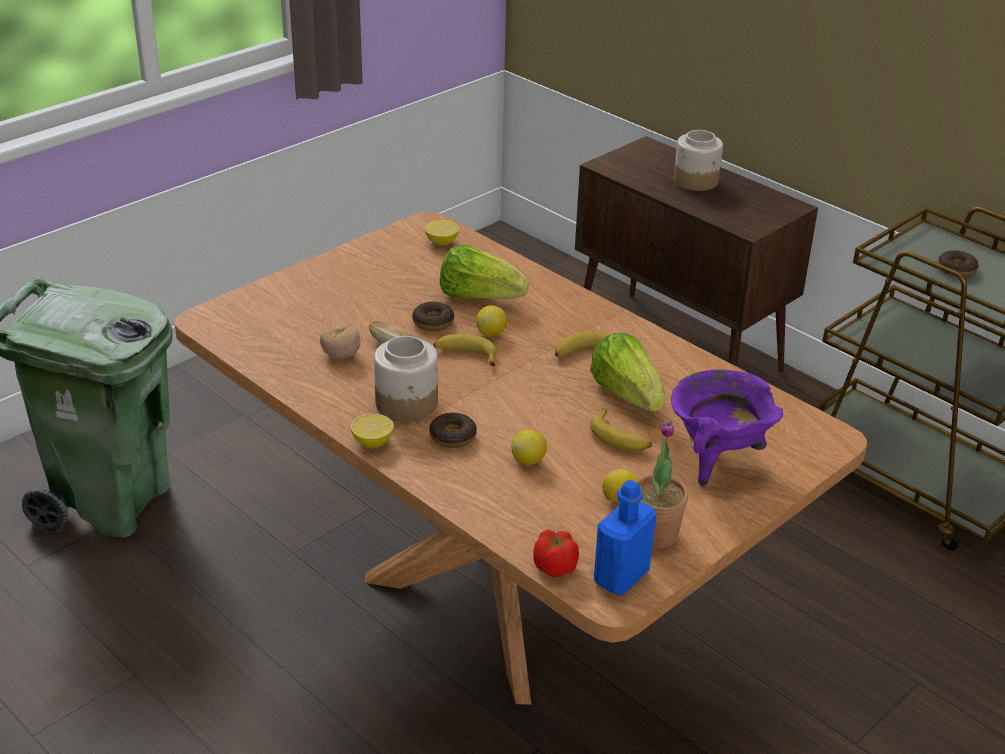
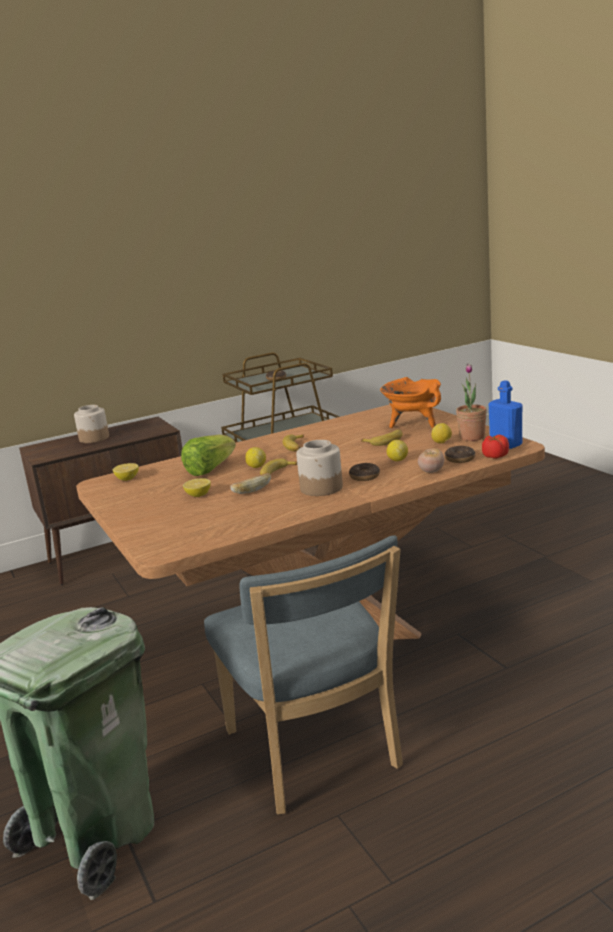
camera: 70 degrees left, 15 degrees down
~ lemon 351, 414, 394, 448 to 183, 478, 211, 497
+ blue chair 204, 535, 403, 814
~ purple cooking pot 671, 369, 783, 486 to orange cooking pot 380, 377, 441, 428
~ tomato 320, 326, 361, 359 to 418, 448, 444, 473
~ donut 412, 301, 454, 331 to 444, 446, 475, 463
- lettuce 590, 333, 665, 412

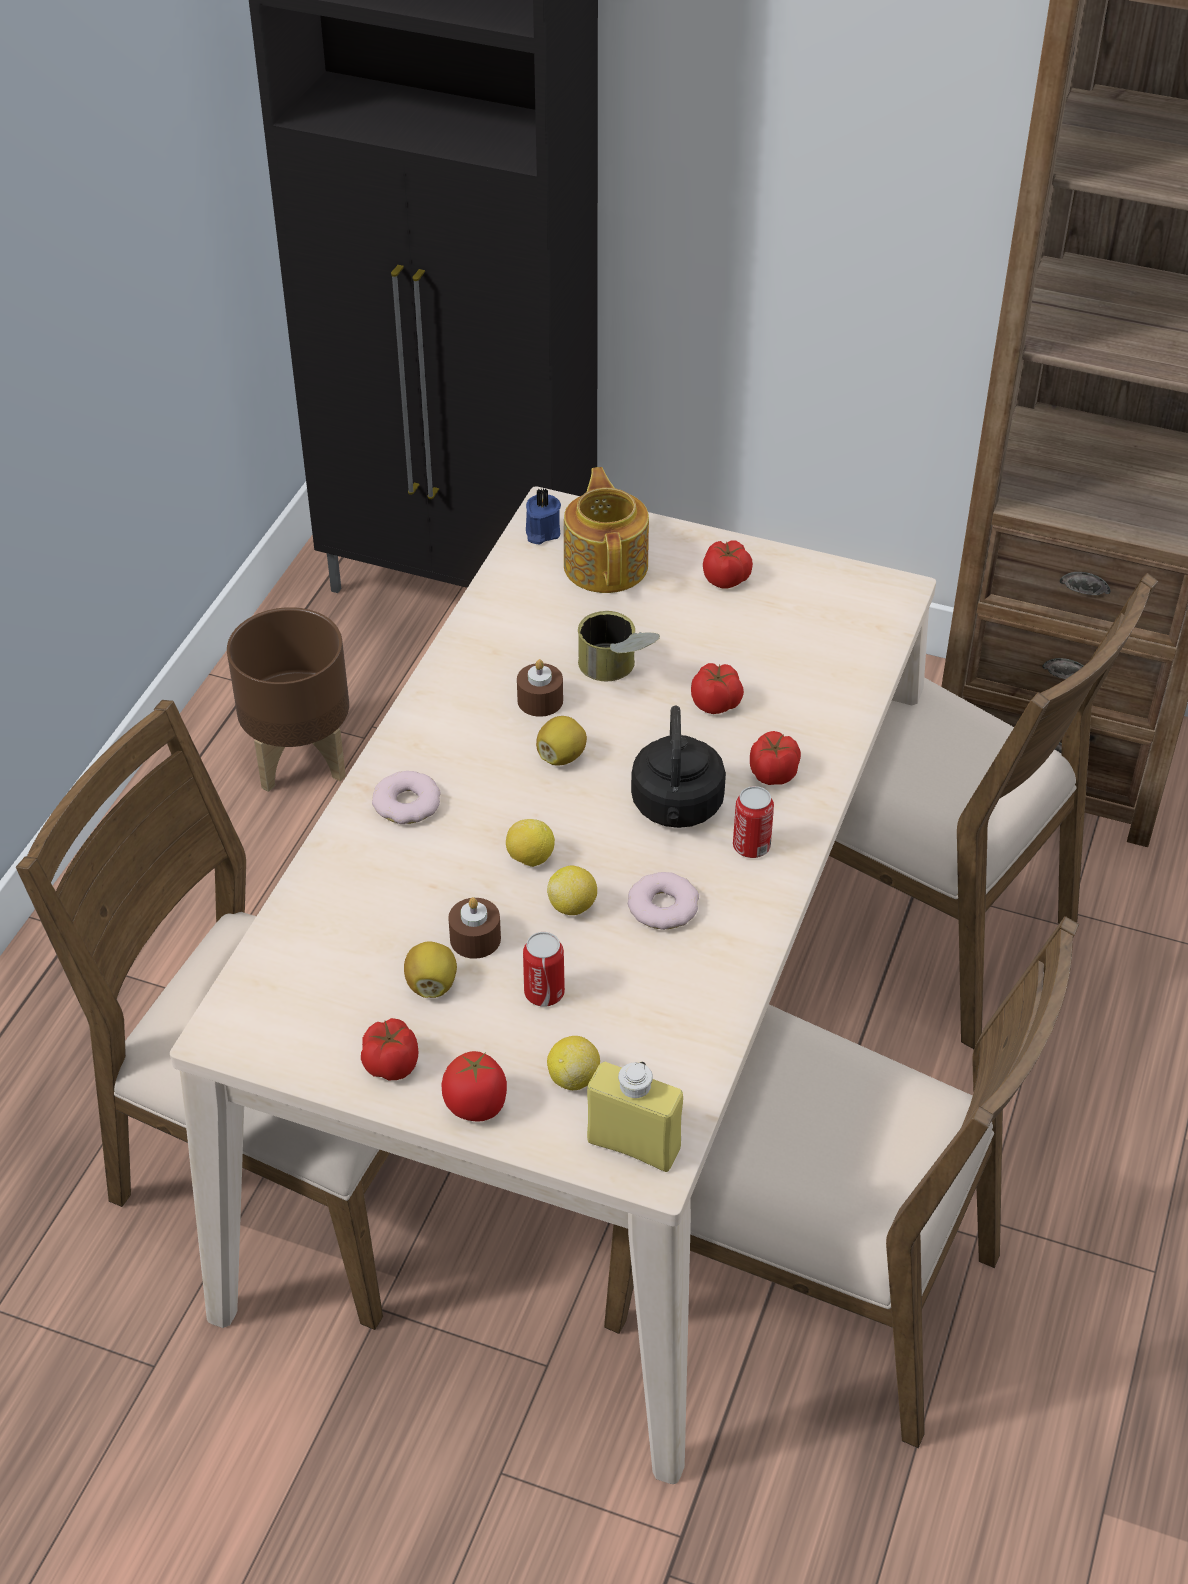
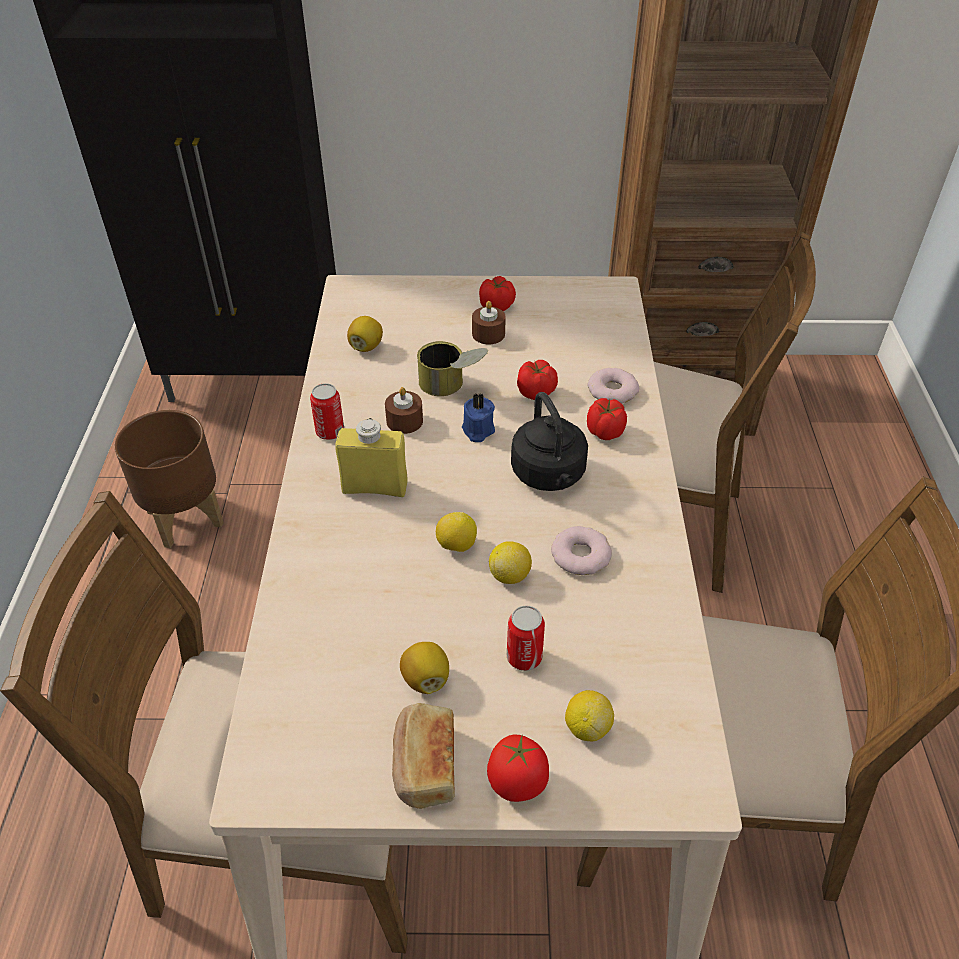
camera: 20 degrees left, 0 degrees up
~ can 733, 786, 774, 858 to 310, 383, 344, 440
~ yellow bottle 587, 1061, 683, 1172 to 335, 418, 408, 497
~ lemon 536, 716, 587, 765 to 347, 316, 383, 352
~ tomato 361, 1018, 418, 1080 to bread 392, 703, 455, 809
~ blue candle 526, 488, 561, 544 to 462, 393, 495, 442
~ brown candle 448, 897, 501, 959 to 472, 301, 506, 344
~ donut 372, 771, 441, 824 to 587, 368, 639, 404
- teapot 564, 467, 649, 593

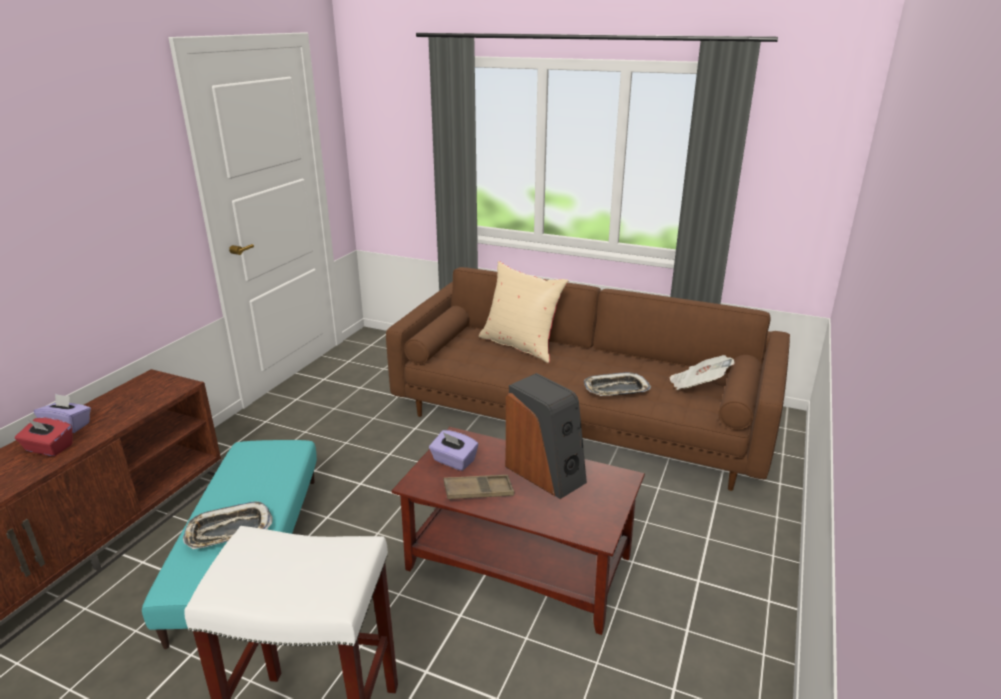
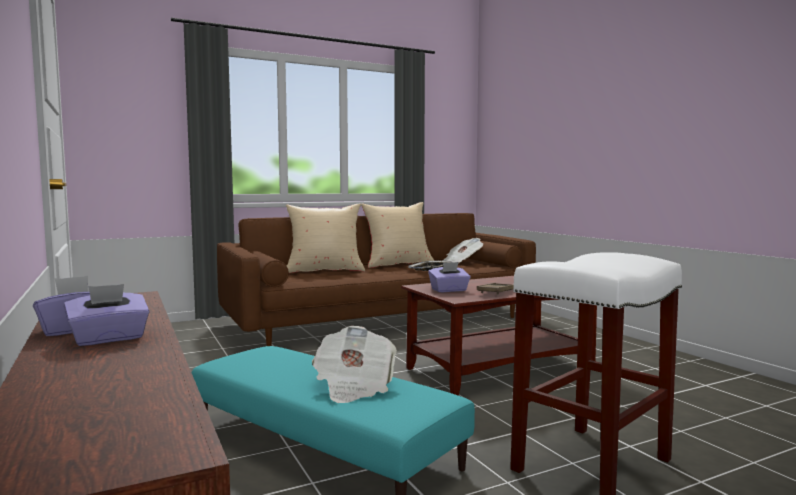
camera: 50 degrees left, 20 degrees down
~ red tissue box 15, 417, 73, 456 to purple tissue box 64, 284, 150, 346
~ tray 183, 501, 272, 549 to newspaper 312, 326, 397, 403
+ beige pillow 361, 202, 434, 268
- speaker 505, 373, 587, 499

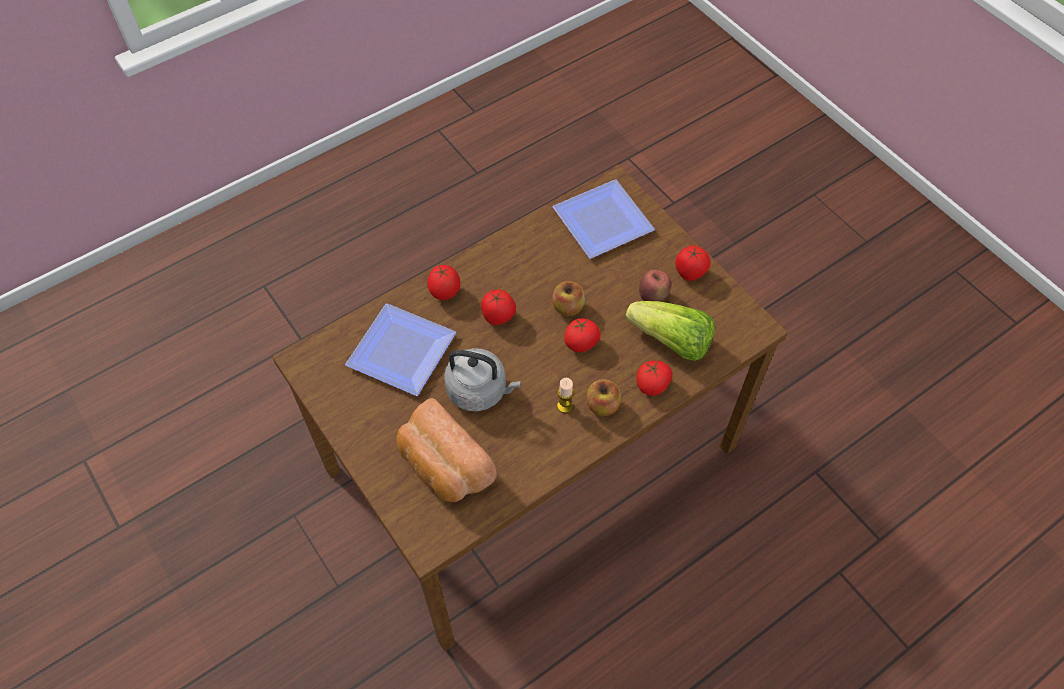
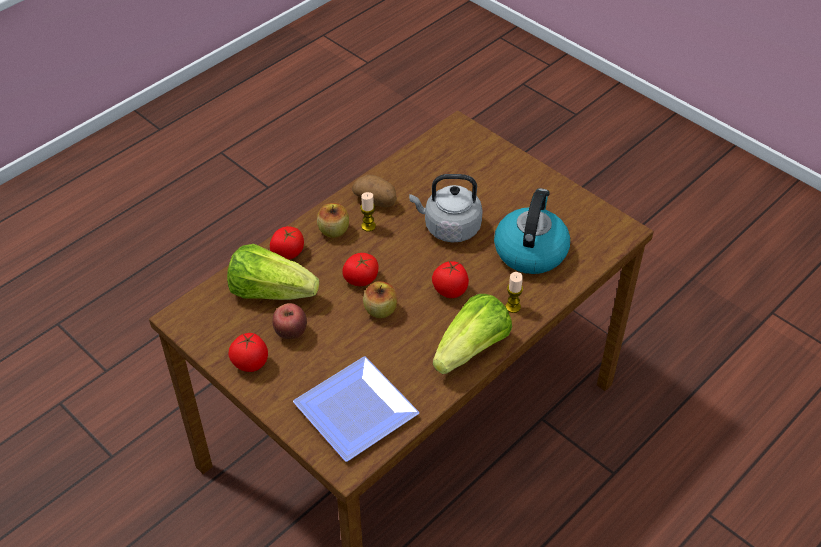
camera: 170 degrees right, 10 degrees down
+ potato 352, 175, 397, 207
+ lettuce 433, 294, 512, 374
~ plate 345, 303, 456, 396 to kettle 494, 188, 570, 274
~ tomato 427, 265, 460, 300 to candle 505, 272, 523, 313
- bread 396, 398, 497, 502

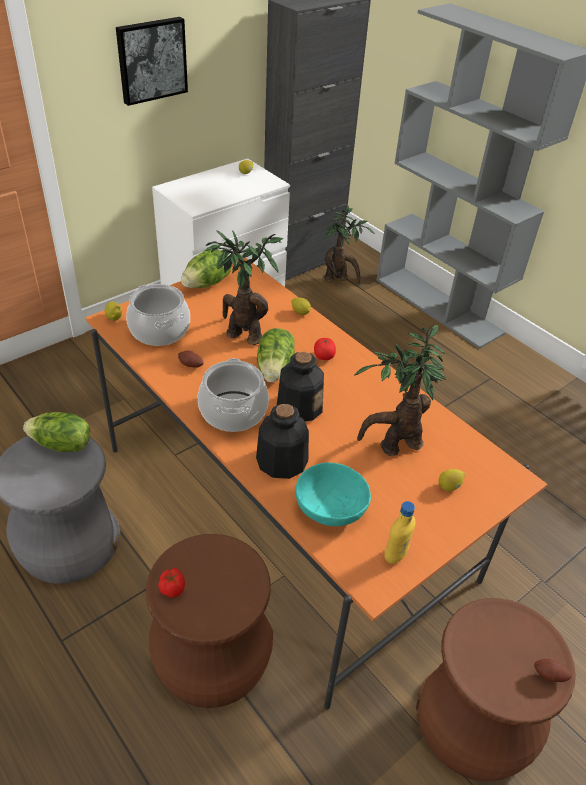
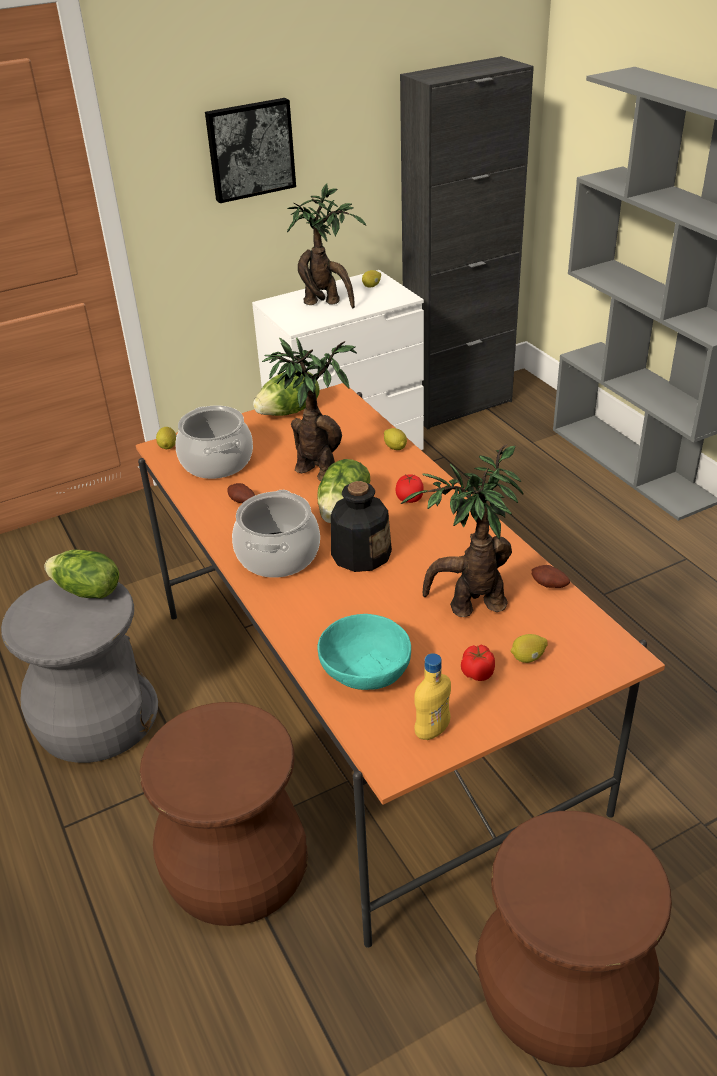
camera: 15 degrees right, 5 degrees down
~ potted plant 323, 206, 375, 284 to 287, 184, 367, 309
~ tomato 158, 568, 185, 598 to 461, 645, 495, 681
~ potato 534, 659, 572, 682 to 531, 565, 570, 588
- bottle 256, 404, 309, 479

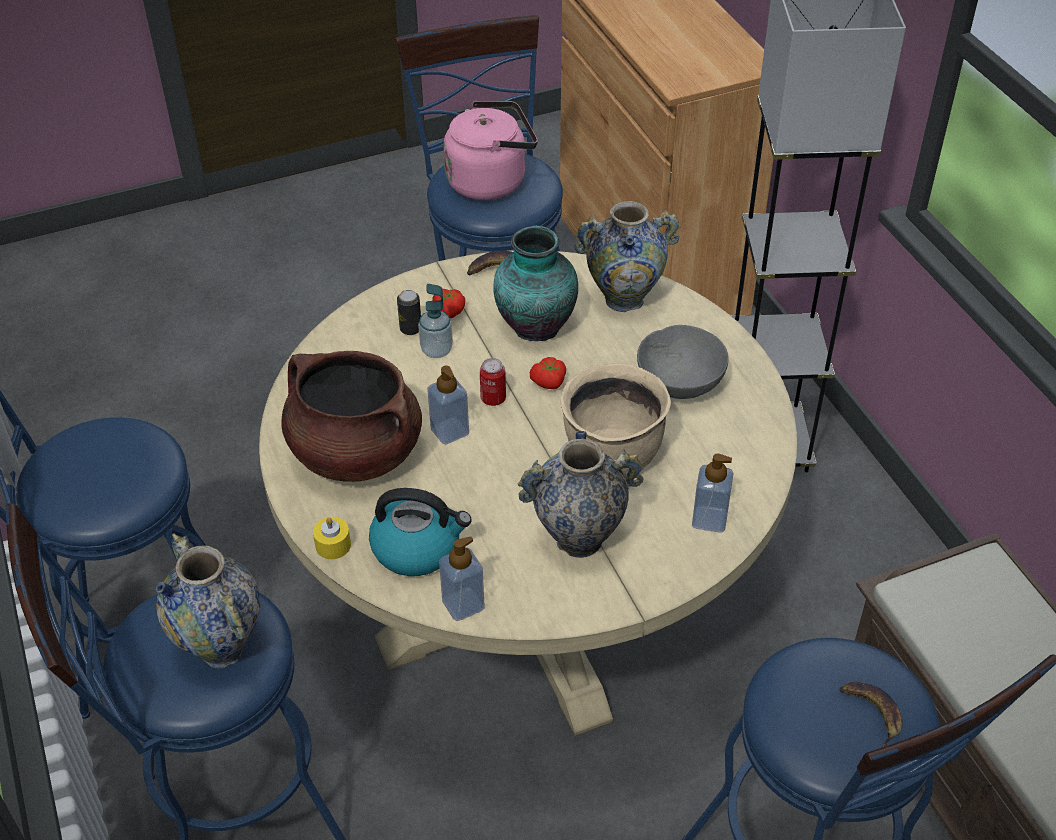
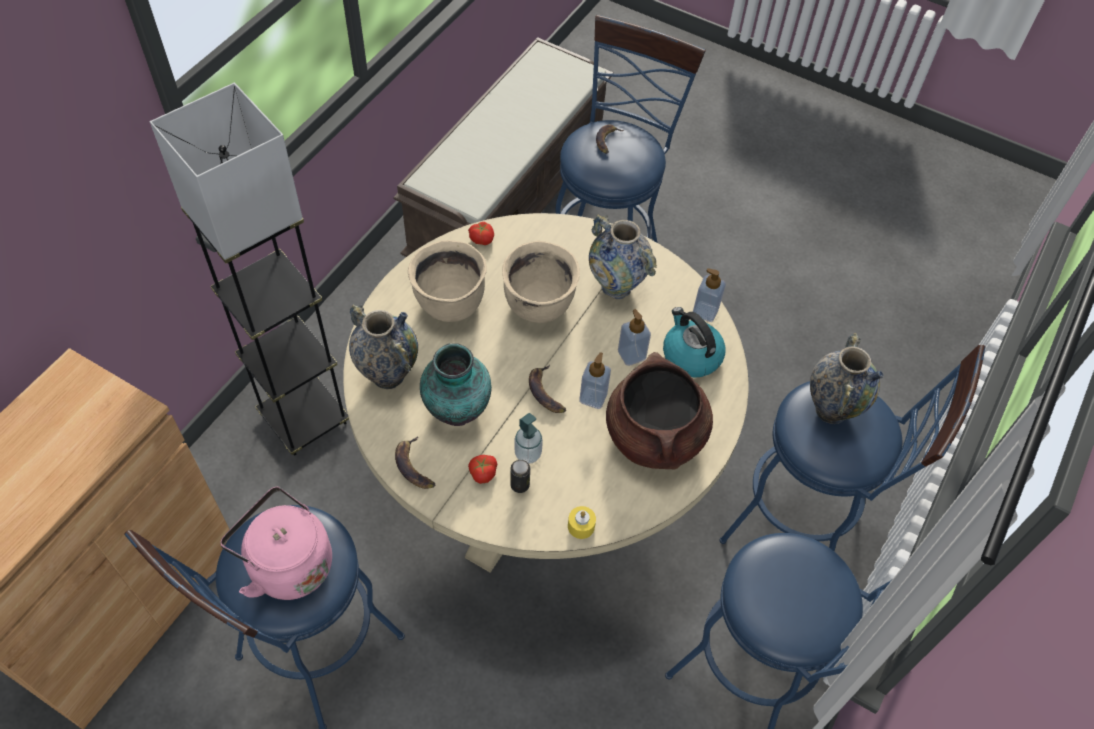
camera: 130 degrees left, 10 degrees up
~ grey bowl 637, 325, 729, 399 to beige cooking pot 408, 240, 487, 322
~ tomato 530, 357, 566, 389 to 468, 222, 494, 245
~ can 480, 358, 506, 406 to banana 529, 365, 566, 413
~ yellow candle 313, 517, 351, 559 to 568, 506, 596, 539
~ soap dispenser 692, 454, 734, 533 to 618, 309, 651, 366

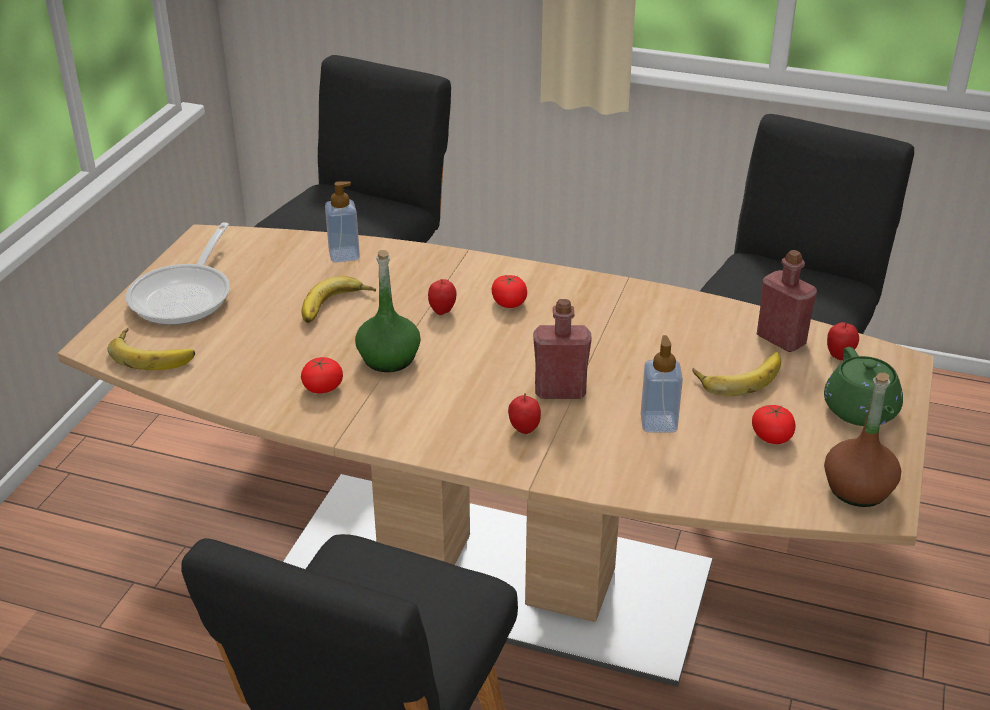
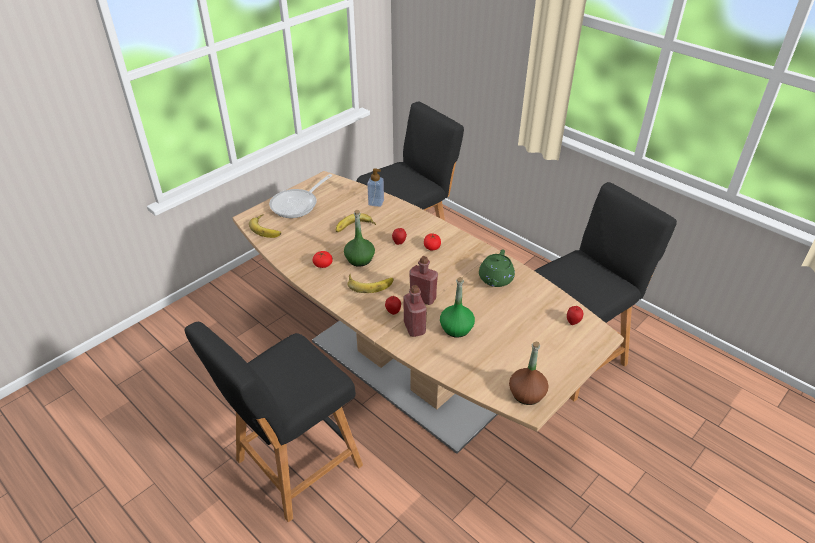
camera: 25 degrees right, 5 degrees up
~ banana 692, 352, 781, 396 to 348, 274, 393, 293
~ red bottle 757, 250, 817, 352 to 403, 285, 427, 337
~ soap dispenser 641, 335, 683, 433 to green bottle 440, 277, 475, 338
~ green teapot 824, 347, 903, 426 to 479, 249, 515, 287
- tomato 752, 405, 796, 444

